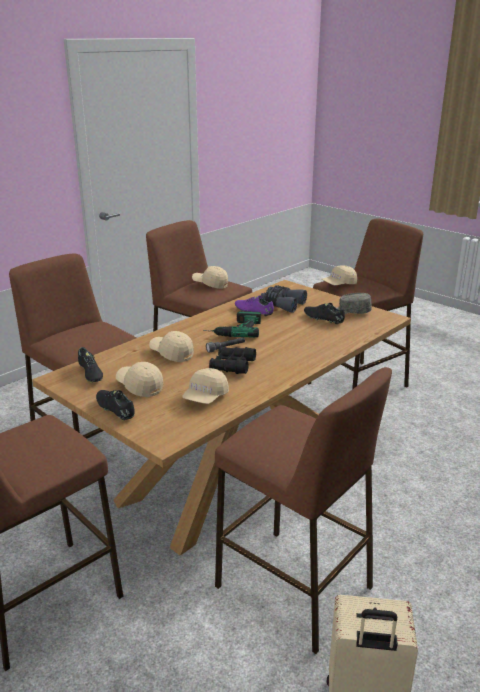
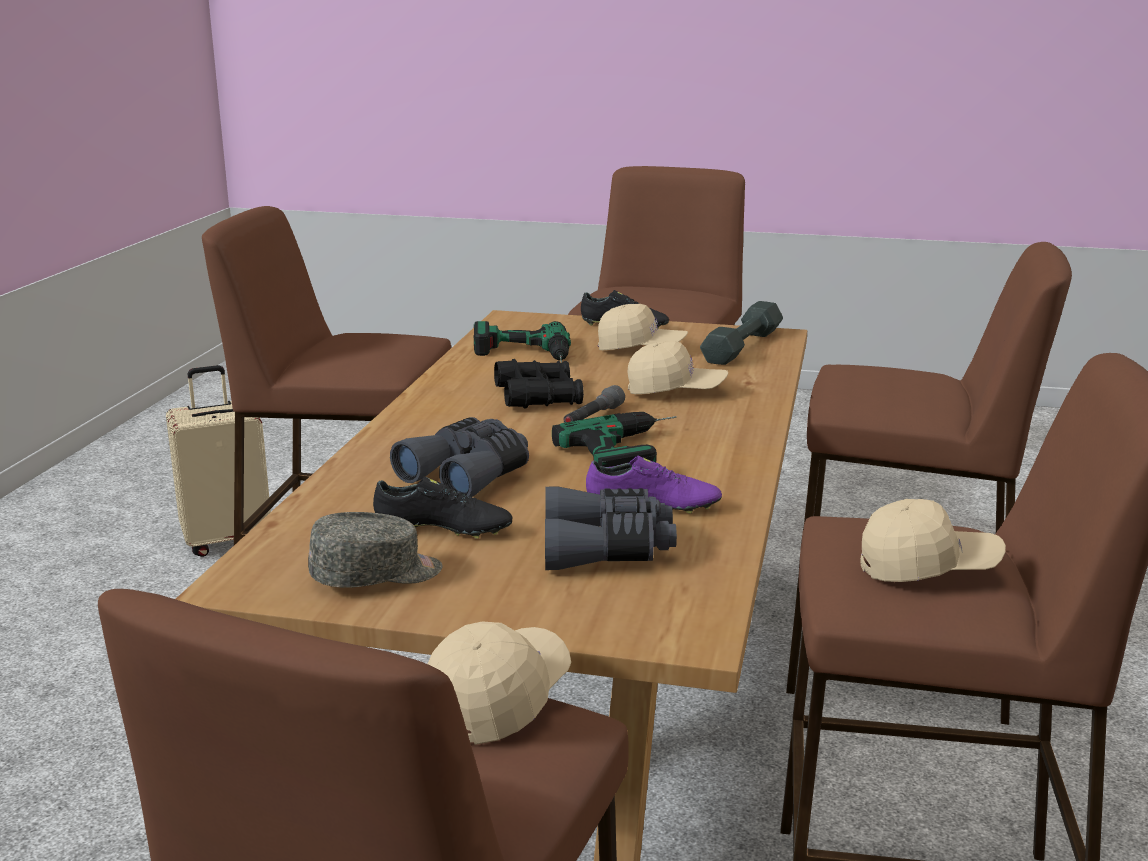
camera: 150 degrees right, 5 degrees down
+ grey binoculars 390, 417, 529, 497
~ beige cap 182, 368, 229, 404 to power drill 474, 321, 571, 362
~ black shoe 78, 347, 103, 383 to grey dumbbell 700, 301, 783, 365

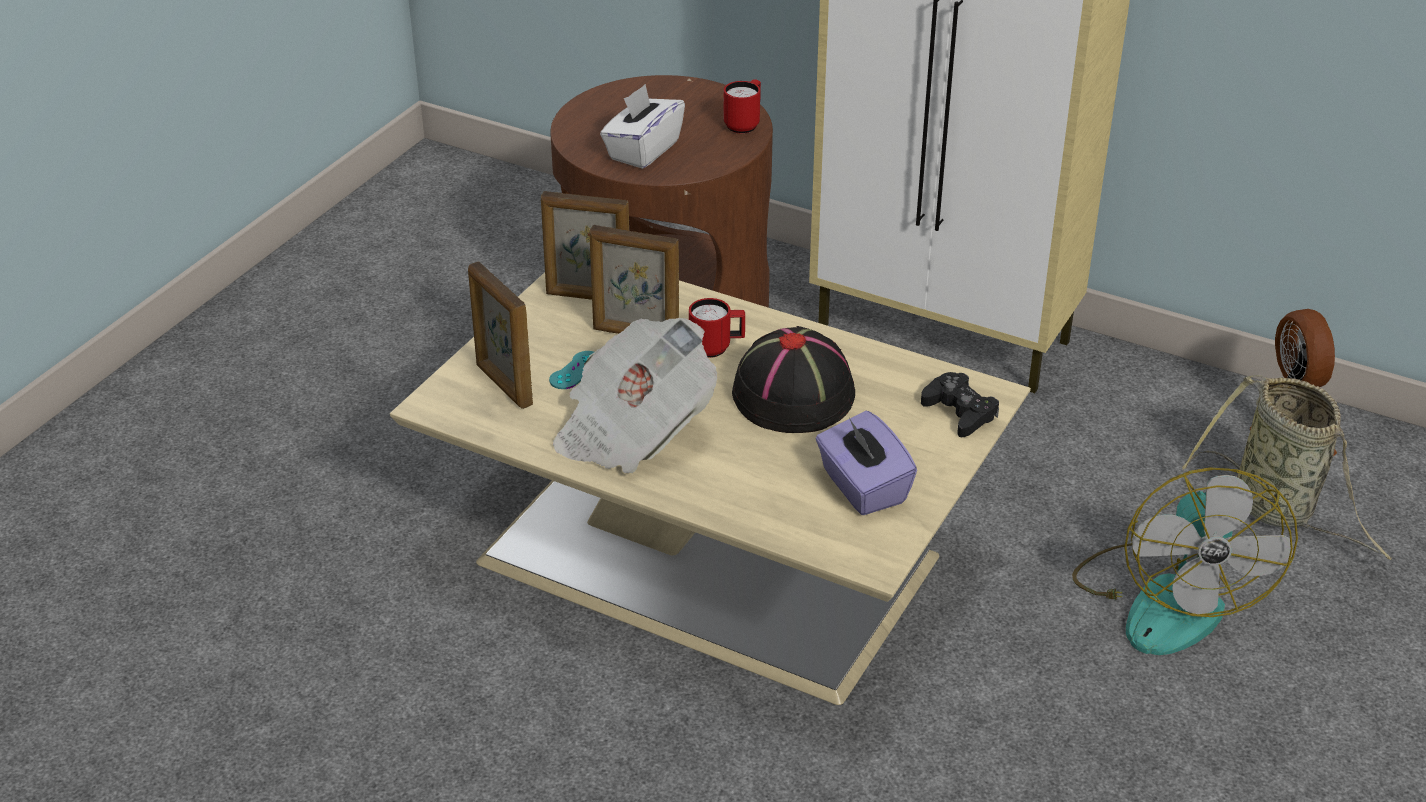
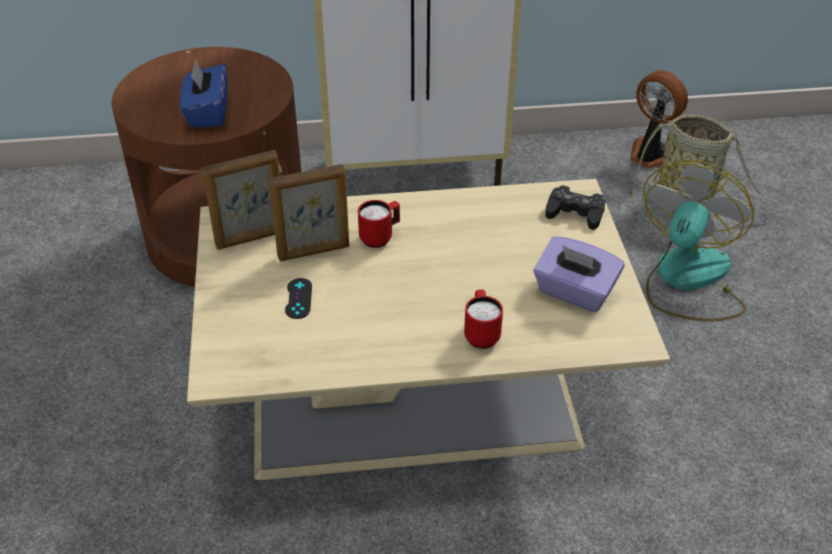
camera: 35 degrees left, 5 degrees up
~ white tissue box 600, 84, 685, 169 to blue tissue box 180, 60, 228, 128
~ turquoise game controller 549, 351, 594, 389 to black game controller 285, 278, 312, 319
~ red mug 724, 79, 761, 133 to 464, 289, 503, 349
~ fan 1072, 468, 1298, 655 = 643, 160, 754, 322 120 degrees counterclockwise
- picture frame 468, 261, 533, 409
- newspaper 553, 318, 717, 473
- black hat 732, 326, 855, 433

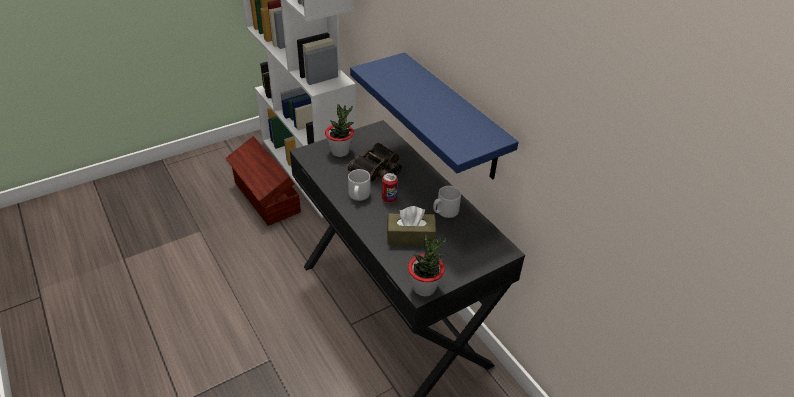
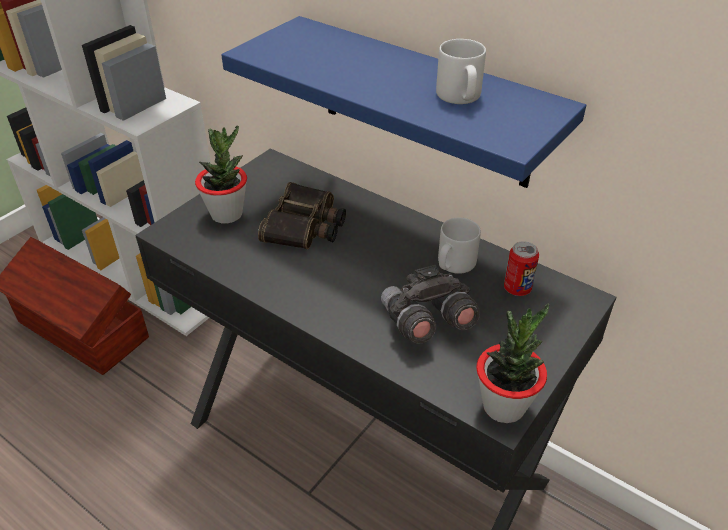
camera: 20 degrees left, 0 degrees up
~ brown tissue box 387, 206, 436, 246 to grey binoculars 381, 265, 480, 344
~ grey mug 348, 169, 370, 201 to 436, 39, 486, 104
~ can 382, 173, 398, 203 to 504, 241, 539, 296

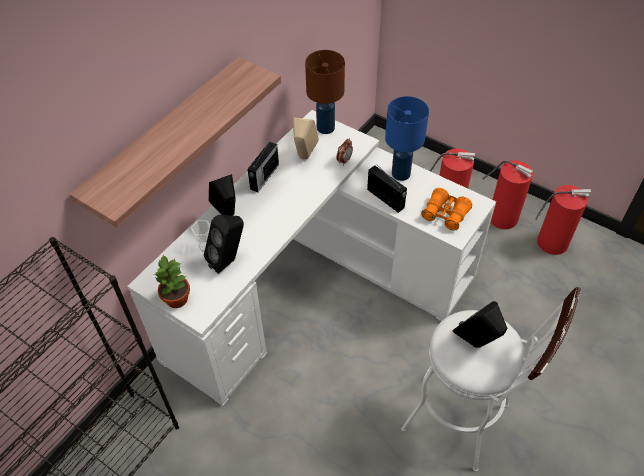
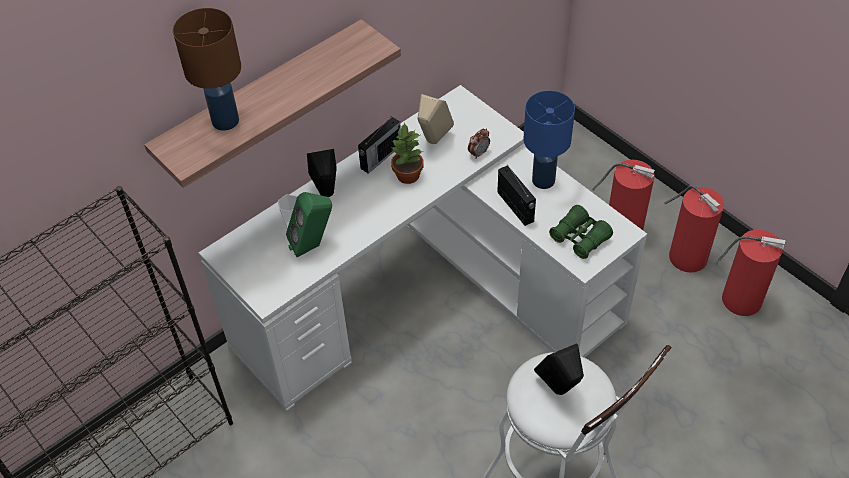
camera: 15 degrees right, 0 degrees up
~ brown table lamp 305, 50, 345, 134 to 173, 8, 241, 131
~ black speaker 204, 215, 244, 274 to green speaker 286, 192, 332, 257
~ potted plant 154, 255, 190, 308 to 391, 122, 424, 184
~ orange binoculars 421, 188, 472, 231 to green binoculars 549, 205, 613, 259

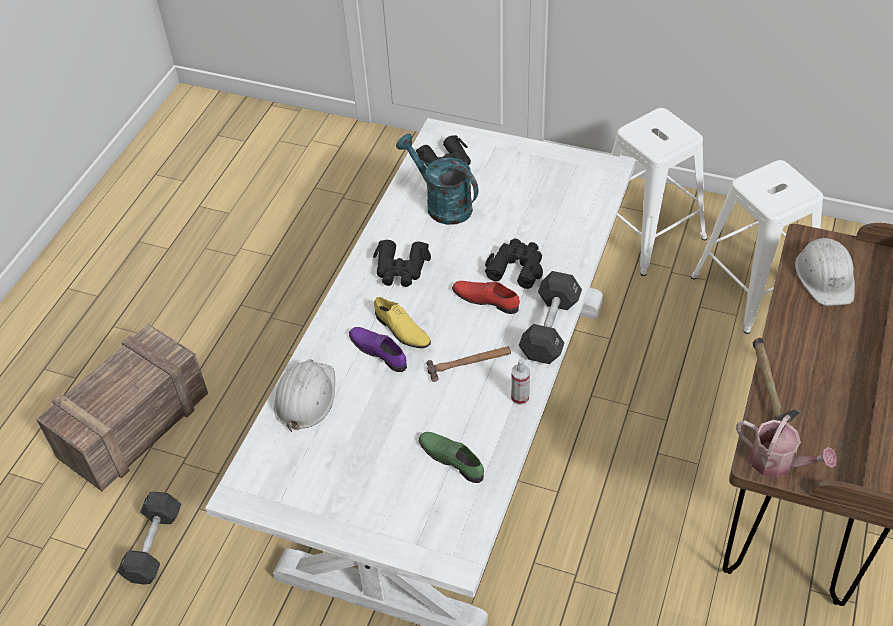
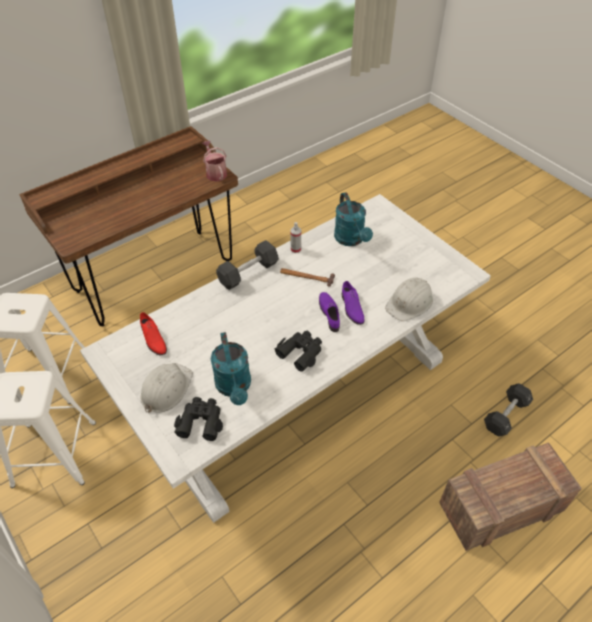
camera: 150 degrees left, 0 degrees up
~ red shoe 452, 281, 520, 314 to 140, 312, 167, 356
~ white hard hat 795, 238, 855, 306 to 140, 363, 193, 413
~ yellow shoe 374, 297, 431, 348 to purple shoe 319, 292, 340, 332
~ green shoe 419, 432, 484, 483 to turquoise watering can 334, 192, 373, 246
- black binoculars 485, 238, 543, 289
- hammer 753, 338, 801, 422

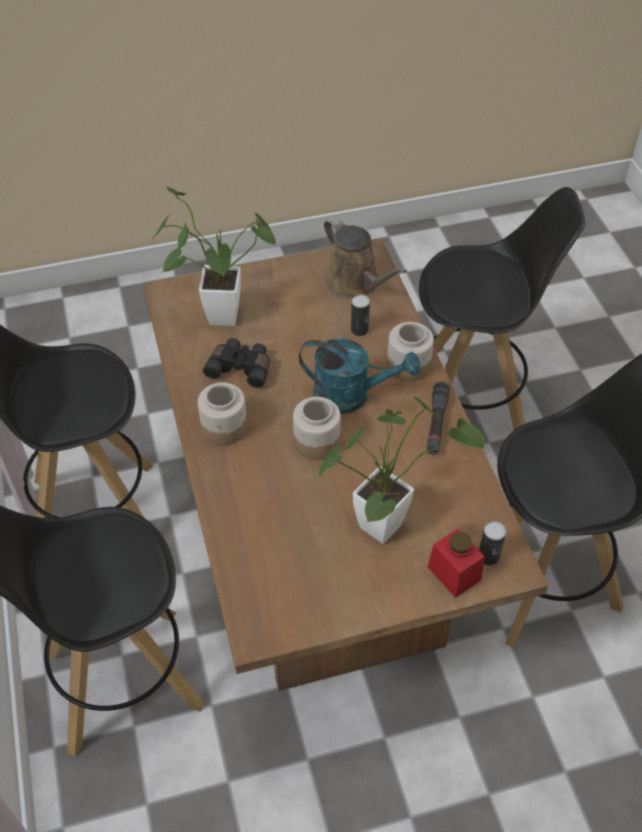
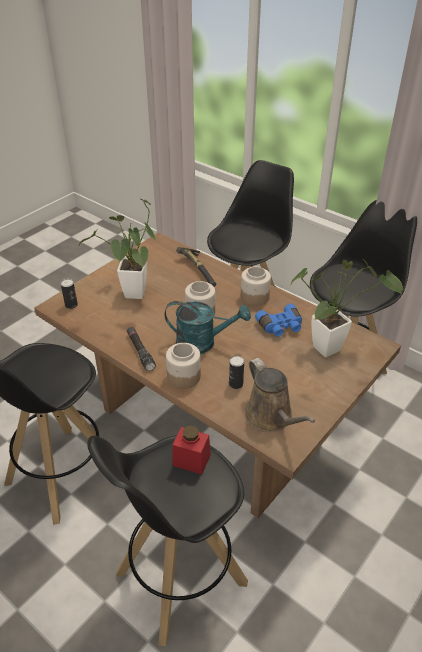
camera: 145 degrees right, 10 degrees down
~ turquoise watering can 299, 338, 420, 414 = 165, 301, 251, 354 150 degrees counterclockwise
~ red jar 428, 529, 485, 598 to 172, 426, 211, 474
+ hammer 176, 247, 216, 287
~ brown watering can 324, 217, 407, 299 = 245, 358, 315, 432 135 degrees counterclockwise
~ black binoculars 203, 338, 270, 388 to blue binoculars 255, 304, 302, 337

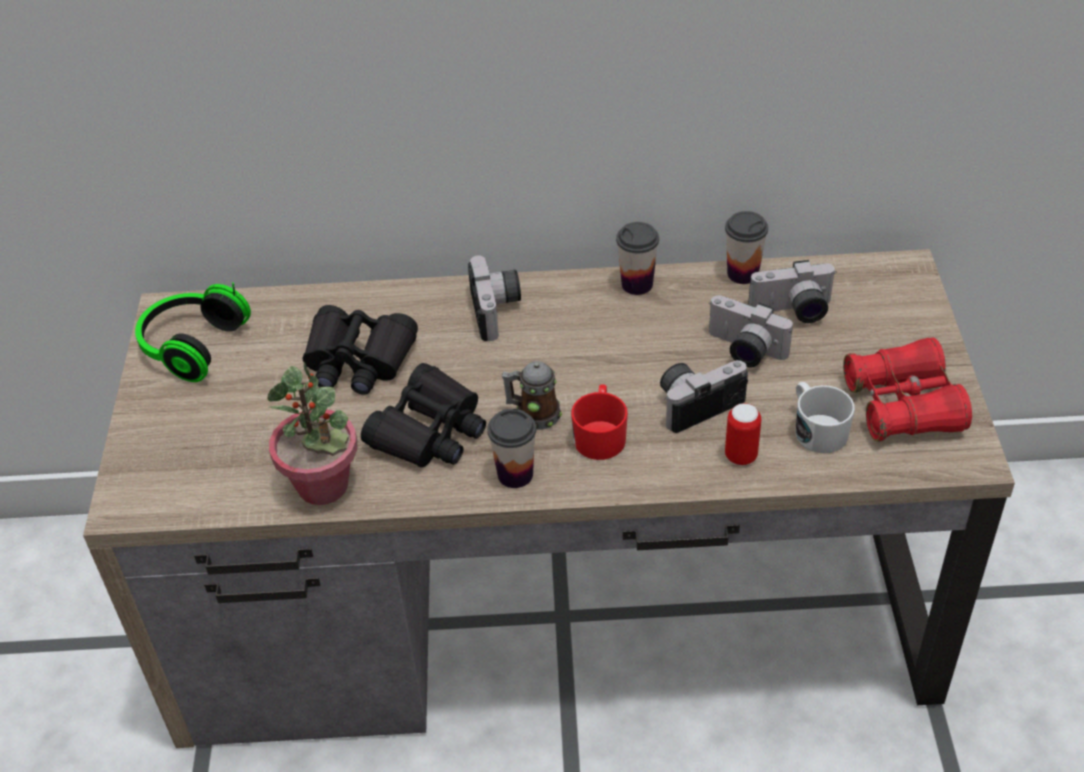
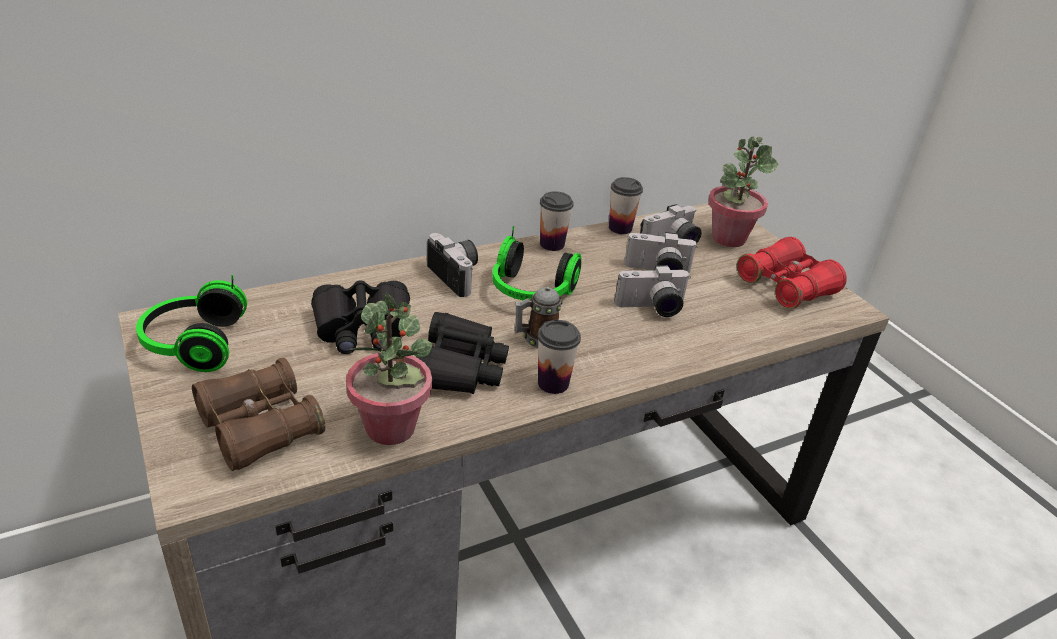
camera: 30 degrees left, 10 degrees down
+ brown binoculars 192, 358, 326, 471
+ headphones 492, 226, 582, 300
~ photo camera 660, 360, 748, 433 = 614, 265, 691, 317 135 degrees counterclockwise
+ potted plant 708, 136, 778, 247
- red mug 571, 384, 628, 460
- can 725, 403, 761, 465
- white mug 796, 382, 855, 453

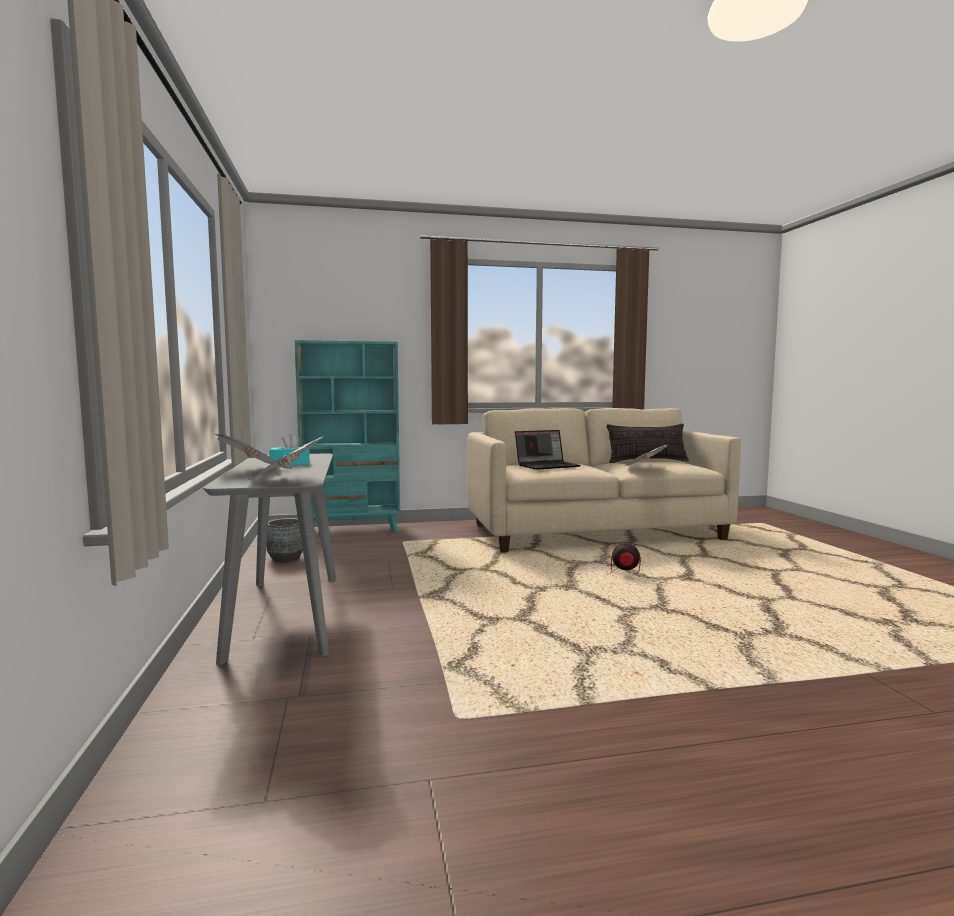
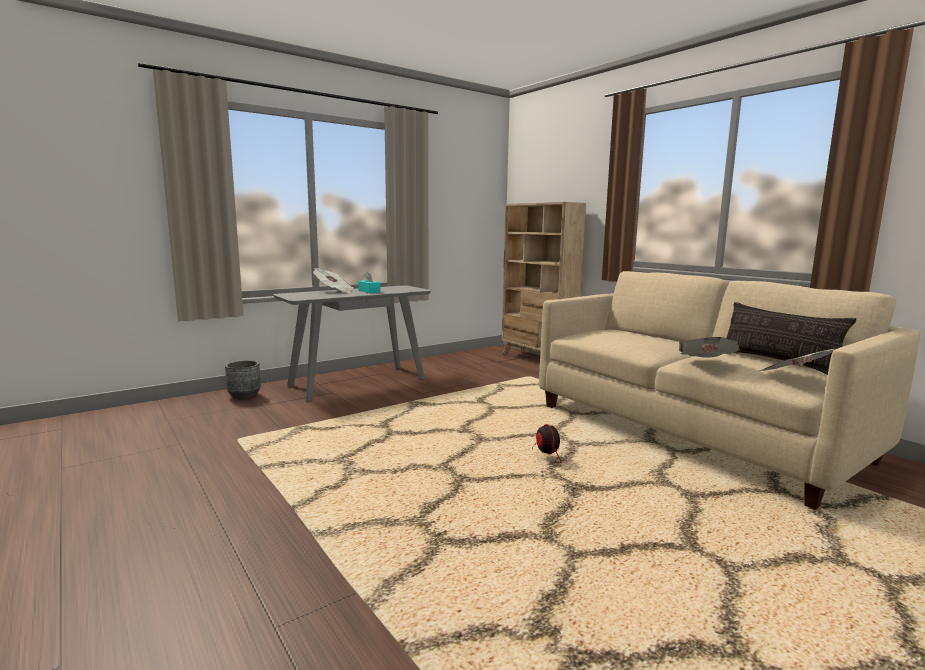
camera: 65 degrees right, 5 degrees up
~ grey planter 267, 518, 303, 562 to 225, 360, 261, 400
~ turquoise bookcase 295, 340, 400, 533 to beige bookcase 502, 202, 586, 356
~ newspaper 247, 437, 322, 481 to 759, 349, 835, 371
- laptop 515, 430, 581, 470

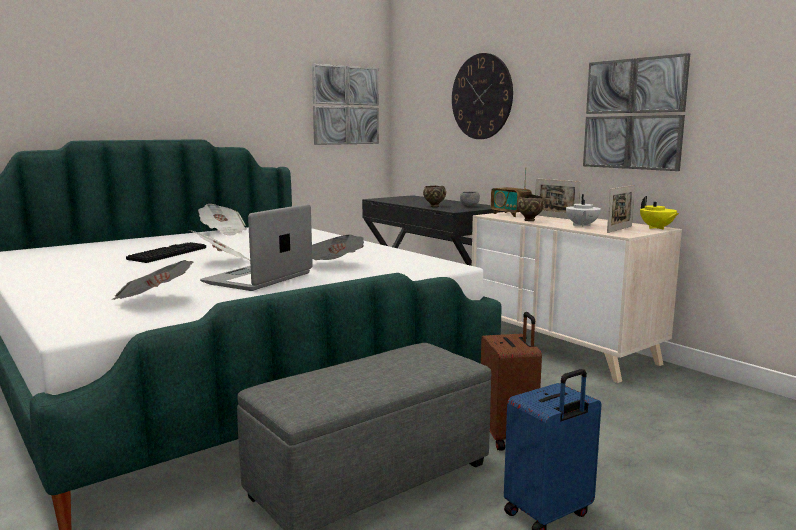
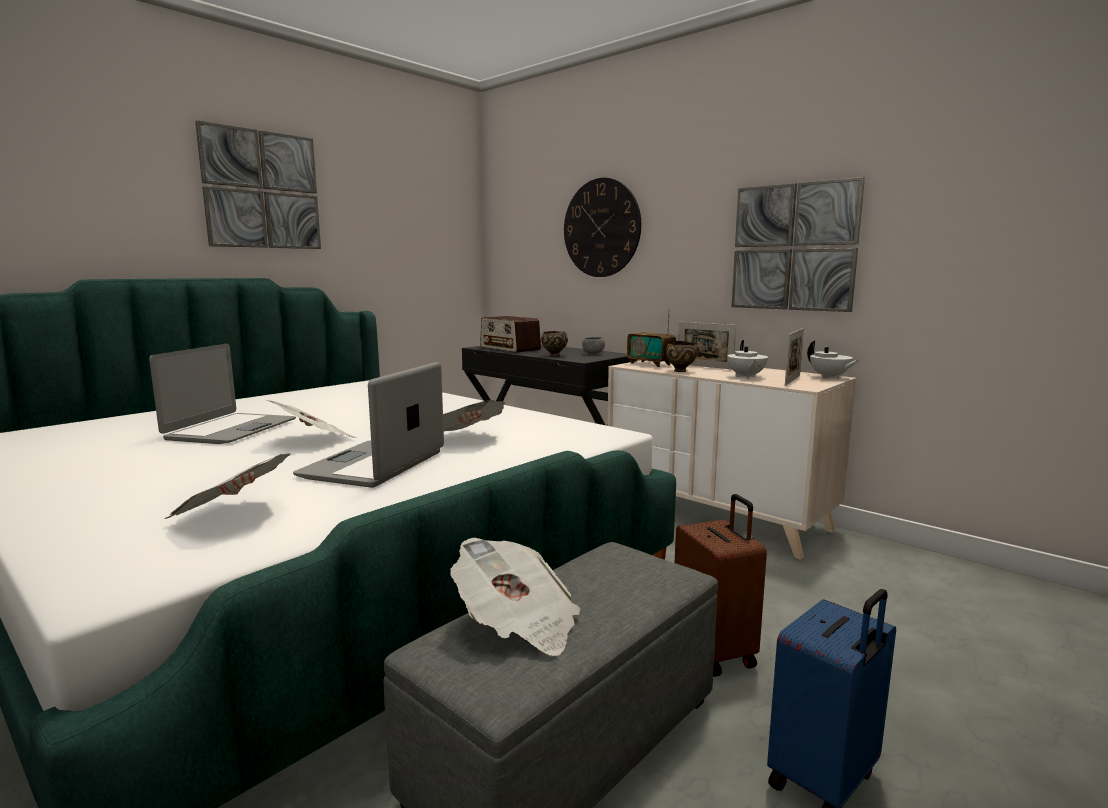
camera: 10 degrees left, 0 degrees up
~ keyboard 126, 242, 206, 263 to laptop 149, 344, 296, 444
~ picture 312, 64, 379, 145 to 195, 120, 321, 249
~ newspaper 198, 204, 247, 236 to 450, 538, 580, 656
+ radio 480, 316, 541, 353
~ yellow teapot 640, 196, 679, 229 to white teapot 807, 341, 860, 379

